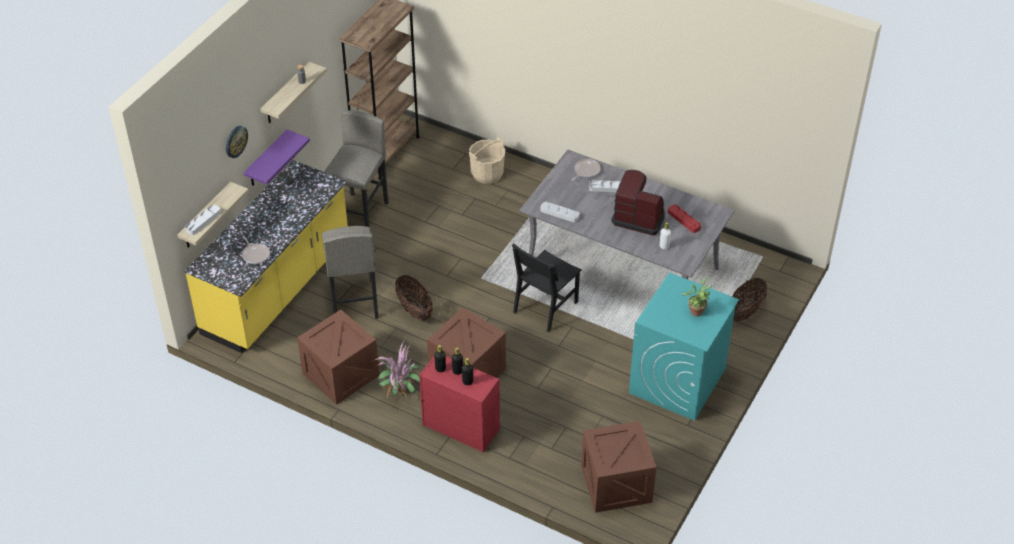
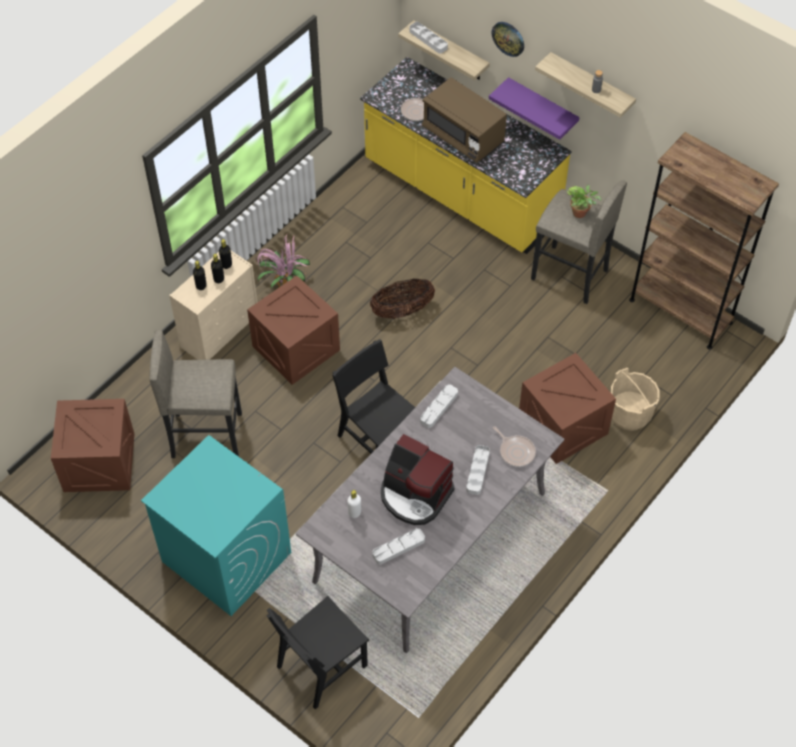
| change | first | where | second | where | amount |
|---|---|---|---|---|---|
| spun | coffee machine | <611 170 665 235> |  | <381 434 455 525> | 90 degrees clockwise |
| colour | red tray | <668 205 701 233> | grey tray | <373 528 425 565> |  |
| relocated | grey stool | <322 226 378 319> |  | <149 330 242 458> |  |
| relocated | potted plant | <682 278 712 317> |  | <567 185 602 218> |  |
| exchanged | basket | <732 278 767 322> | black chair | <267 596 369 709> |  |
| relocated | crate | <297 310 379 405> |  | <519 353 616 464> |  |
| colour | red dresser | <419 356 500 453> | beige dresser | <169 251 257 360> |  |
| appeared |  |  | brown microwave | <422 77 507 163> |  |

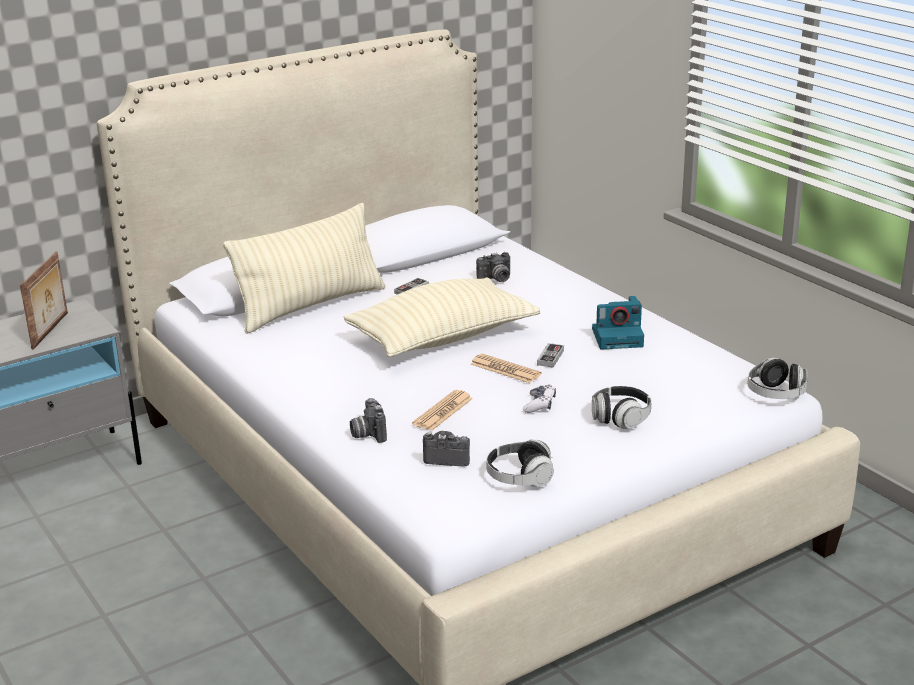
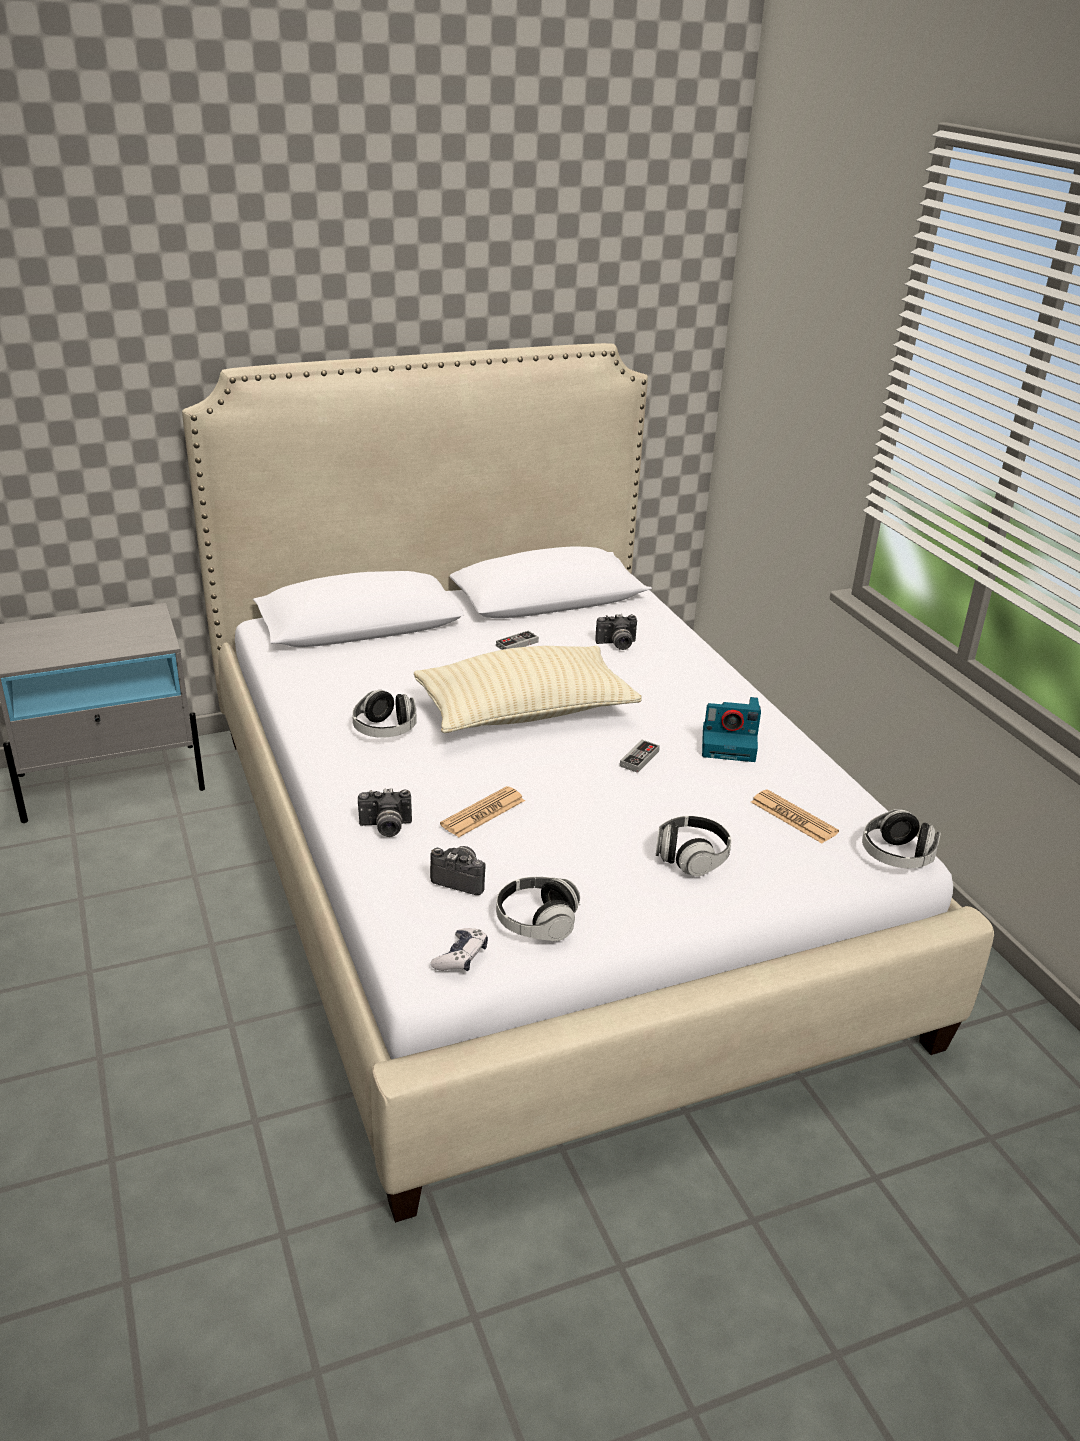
| change | first | where | second | where | amount |
|---|---|---|---|---|---|
| missing | beige pillow | <223 203 386 334> |  |  |  |
| missing | picture frame | <20 251 68 350> |  |  |  |
| relocated | newspaper | <471 354 541 383> |  | <751 789 839 843> |  |
| relocated | game controller | <523 384 556 413> |  | <430 928 488 971> |  |
| spun | photo camera | <350 398 387 443> |  | <358 788 412 837> | 90 degrees counterclockwise |
| appeared |  |  | headphones | <352 690 417 738> |  |

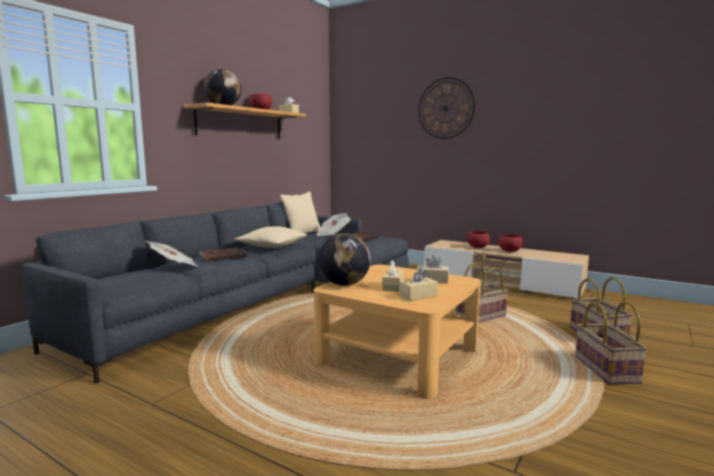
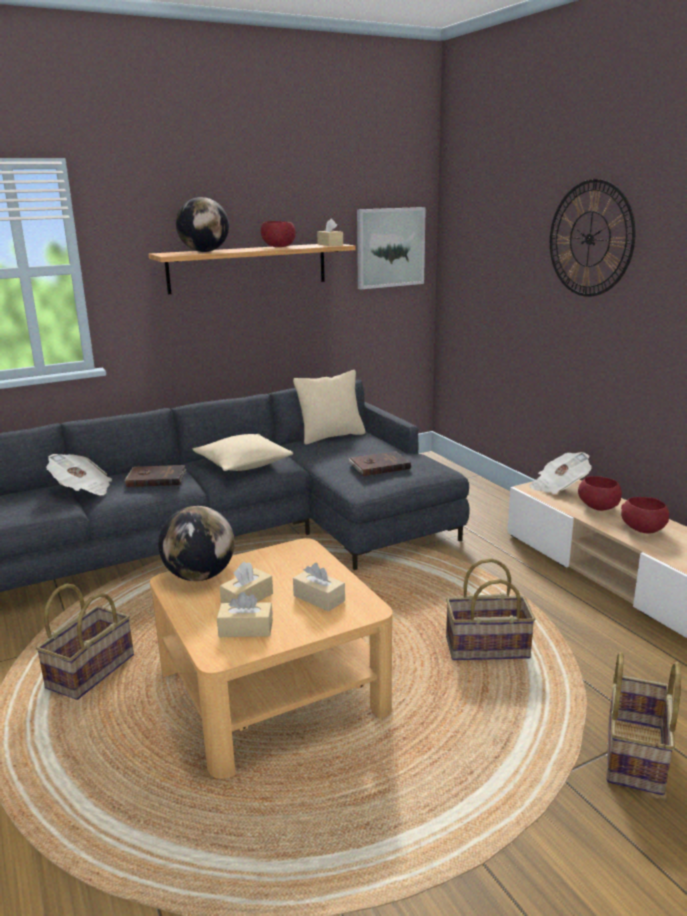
| change | first | where | second | where | amount |
|---|---|---|---|---|---|
| relocated | newspaper | <316 213 351 236> |  | <529 452 592 494> |  |
| relocated | basket | <575 301 647 385> |  | <36 584 134 700> |  |
| appeared |  |  | picture | <357 207 426 289> |  |

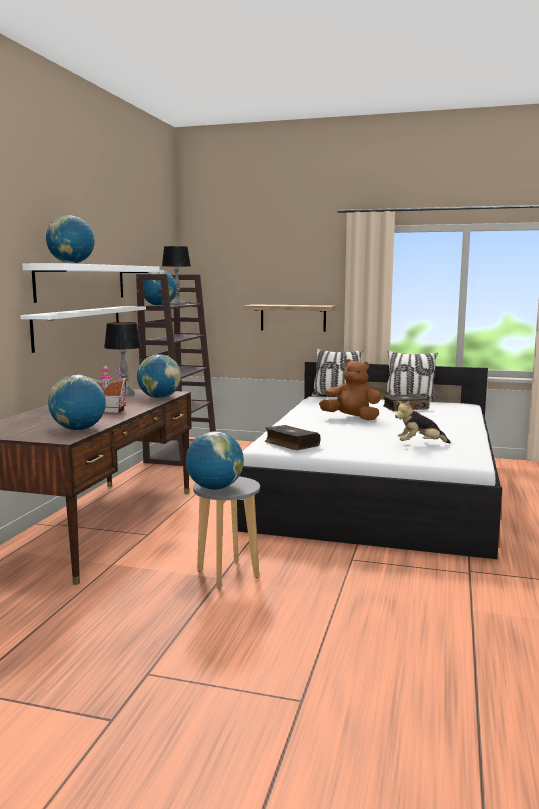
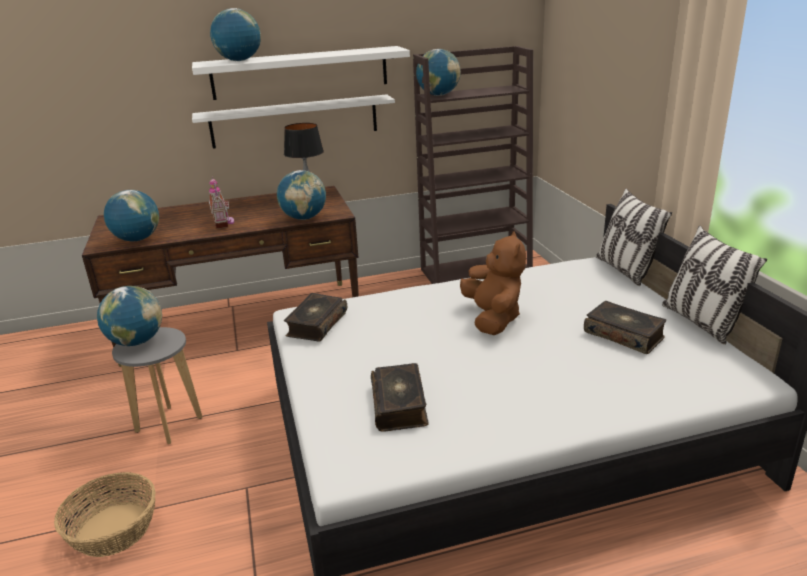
| change | first | where | second | where | amount |
|---|---|---|---|---|---|
| missing | table lamp | <162 246 191 305> |  |  |  |
| missing | shelf | <243 304 336 332> |  |  |  |
| exchanged | plush toy | <395 400 451 444> | book | <371 363 429 432> |  |
| appeared |  |  | basket | <54 472 156 557> |  |

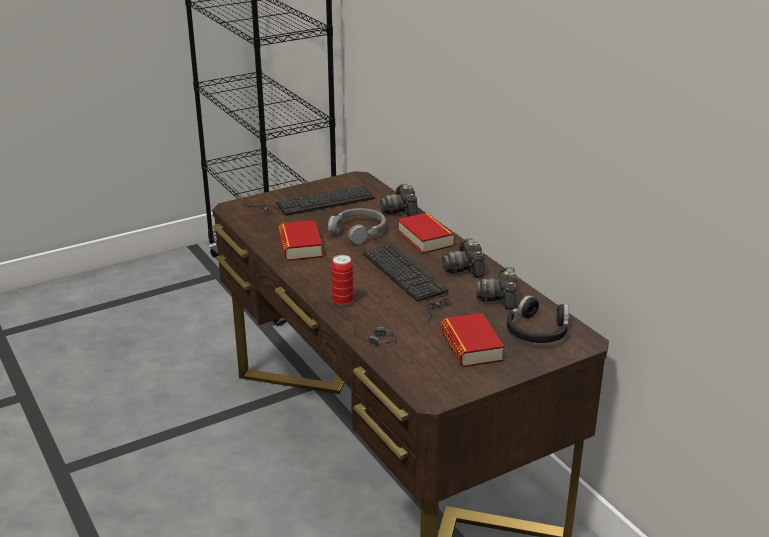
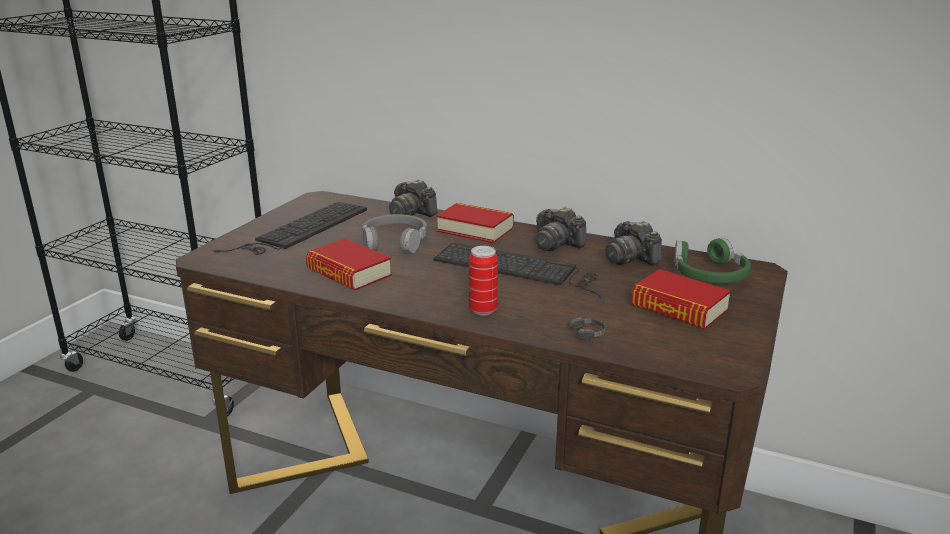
| change | first | where | second | where | amount |
|---|---|---|---|---|---|
| colour | black headphones | <507 295 569 343> | green headphones | <674 238 751 283> |  |

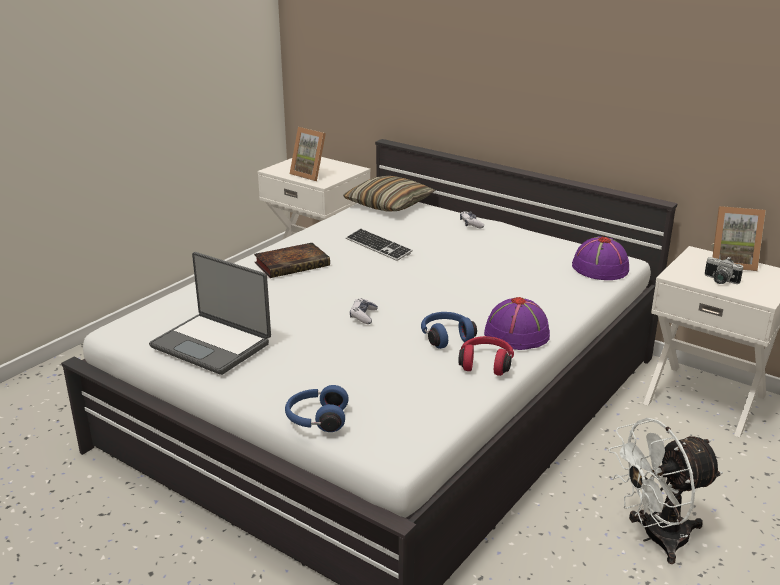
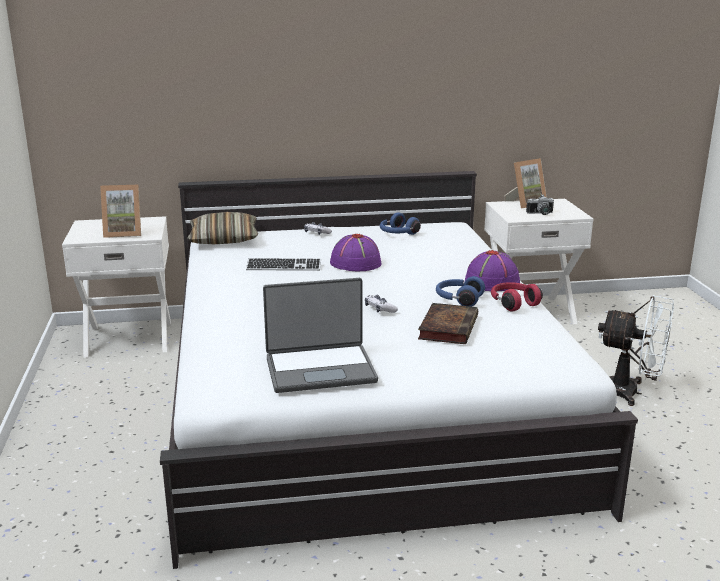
| change | first | where | second | where | amount |
|---|---|---|---|---|---|
| relocated | purple hat | <572 236 629 280> |  | <330 234 382 271> |  |
| relocated | book | <254 243 330 278> |  | <418 303 478 344> |  |
| relocated | blue headphones | <285 385 349 432> |  | <380 212 421 235> |  |
| spun | white fan | <609 418 723 564> |  | <598 295 674 406> | 90 degrees counterclockwise |

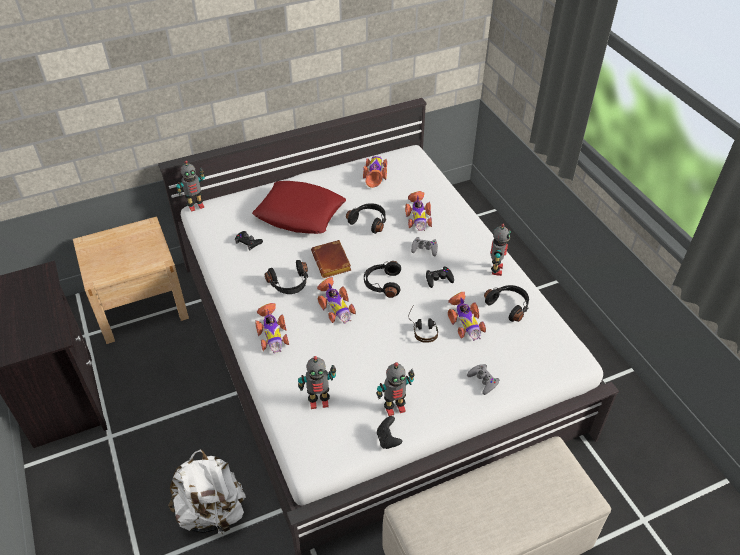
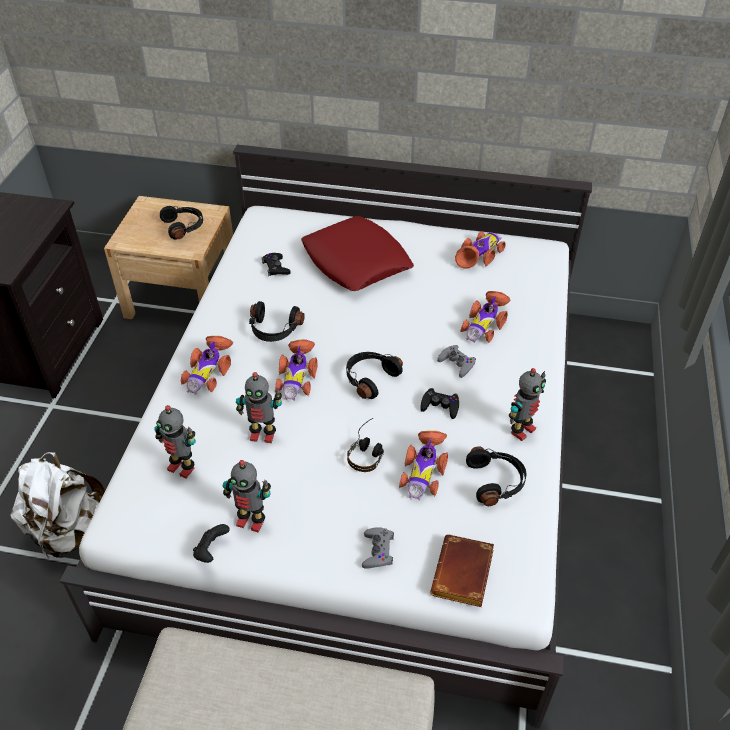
| change | first | where | second | where | amount |
|---|---|---|---|---|---|
| relocated | toy robot | <176 160 205 212> |  | <236 372 282 443> |  |
| relocated | black headphones | <346 203 386 234> |  | <160 206 203 240> |  |
| relocated | brown book | <311 240 351 278> |  | <430 534 494 607> |  |

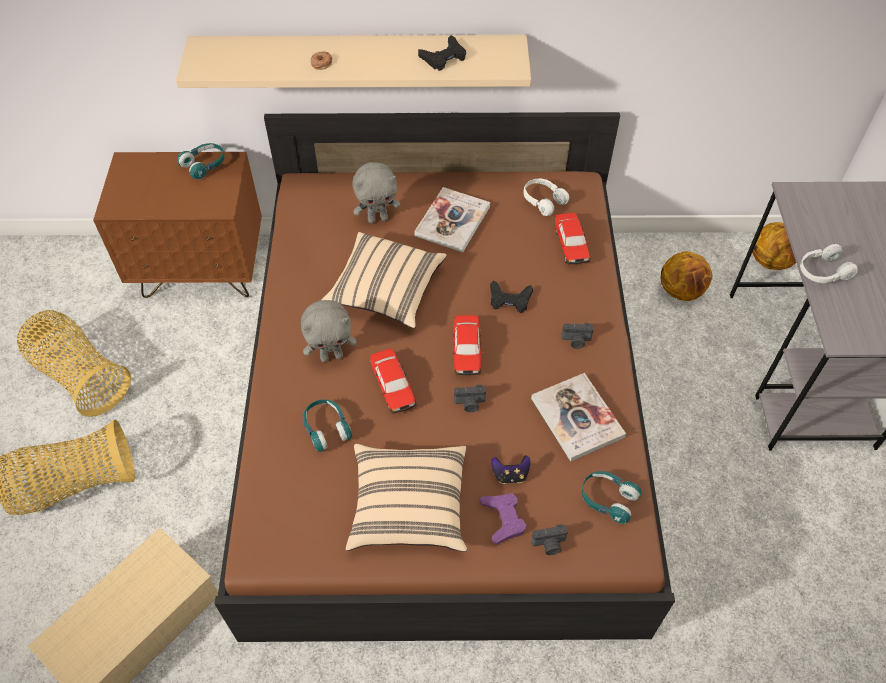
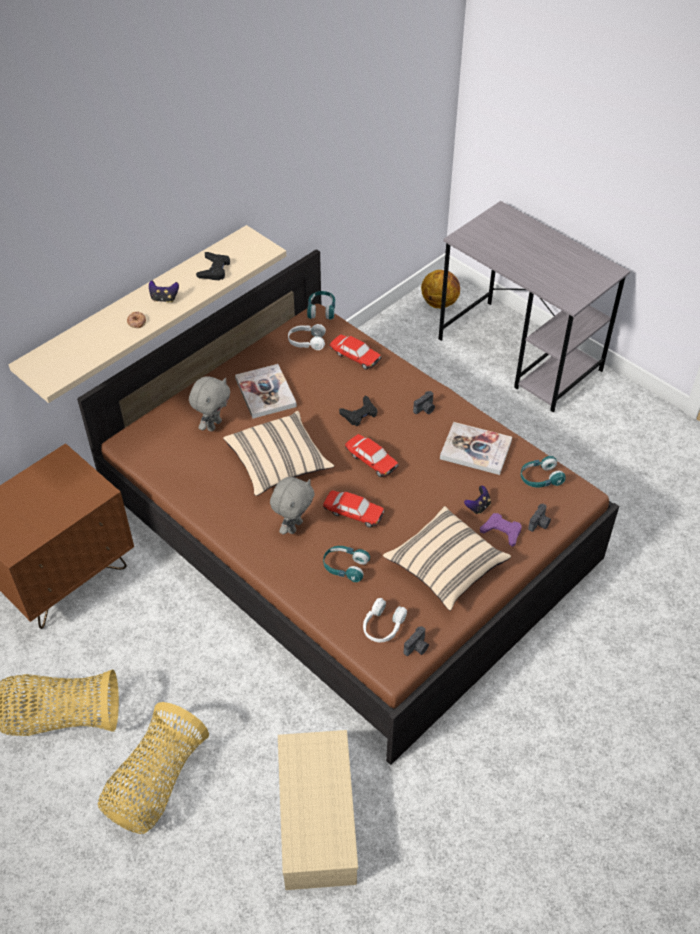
| change | first | where | second | where | amount |
|---|---|---|---|---|---|
| relocated | turquoise headphones | <177 143 225 179> |  | <307 291 335 320> |  |
| relocated | white headphones | <800 244 858 283> |  | <363 598 407 642> |  |
| missing | basketball | <661 251 712 301> |  |  |  |
| relocated | photo camera | <454 385 486 412> |  | <404 626 429 656> |  |
| appeared |  |  | game controller | <149 281 179 303> |  |

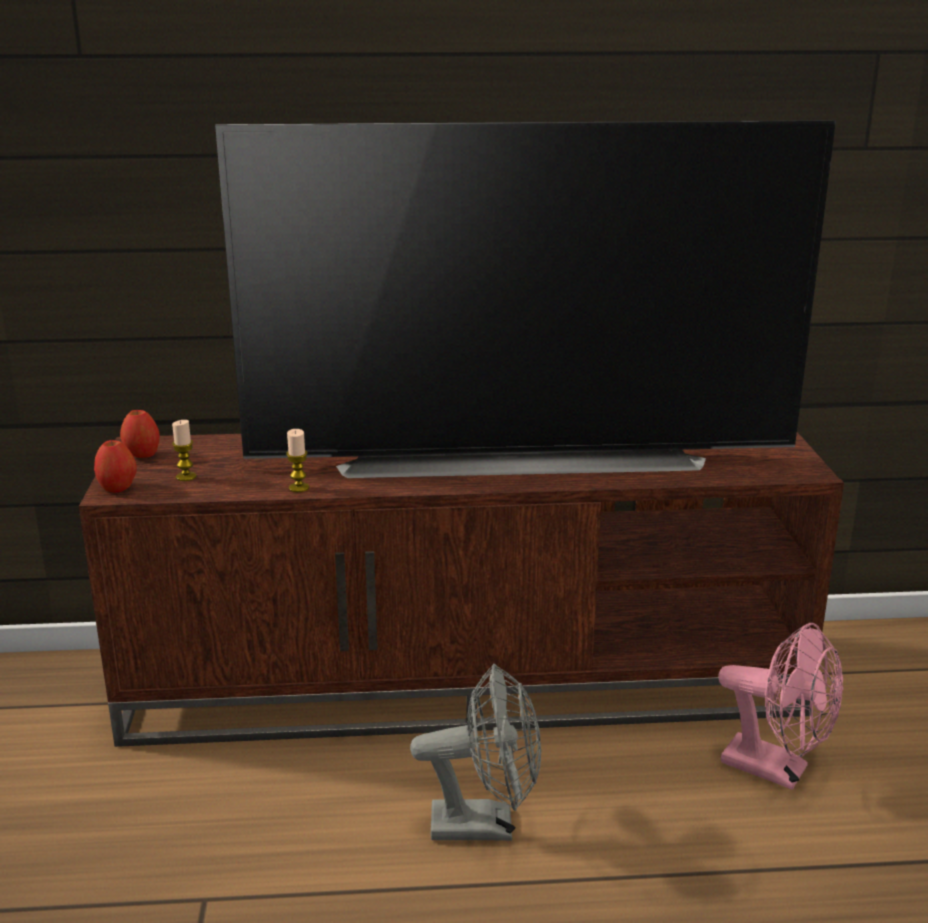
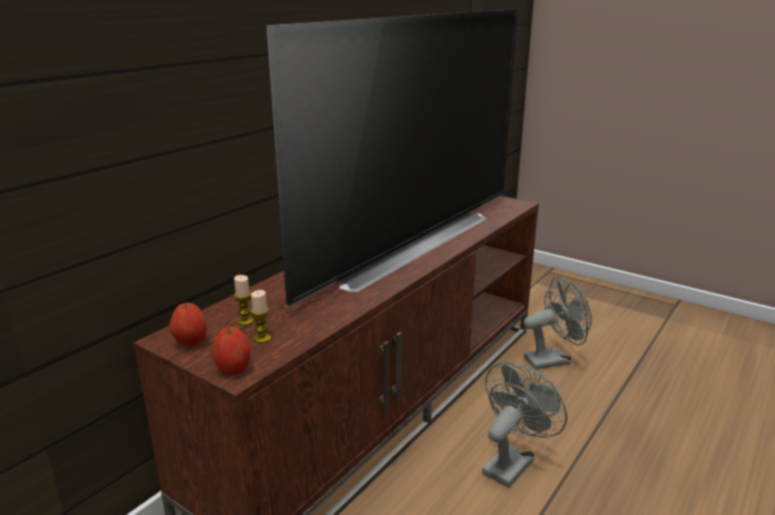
| change | first | where | second | where | amount |
|---|---|---|---|---|---|
| relocated | candle | <286 429 309 492> |  | <234 275 254 326> |  |
| colour | pink fan | <718 623 843 790> | grey fan | <524 277 592 370> |  |

